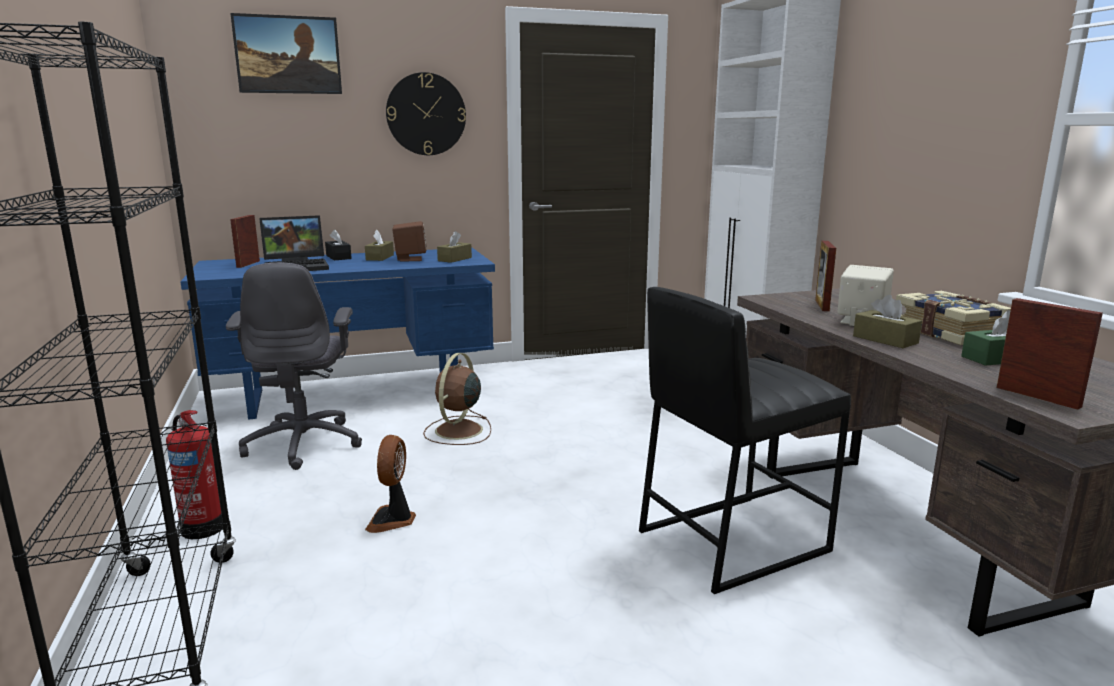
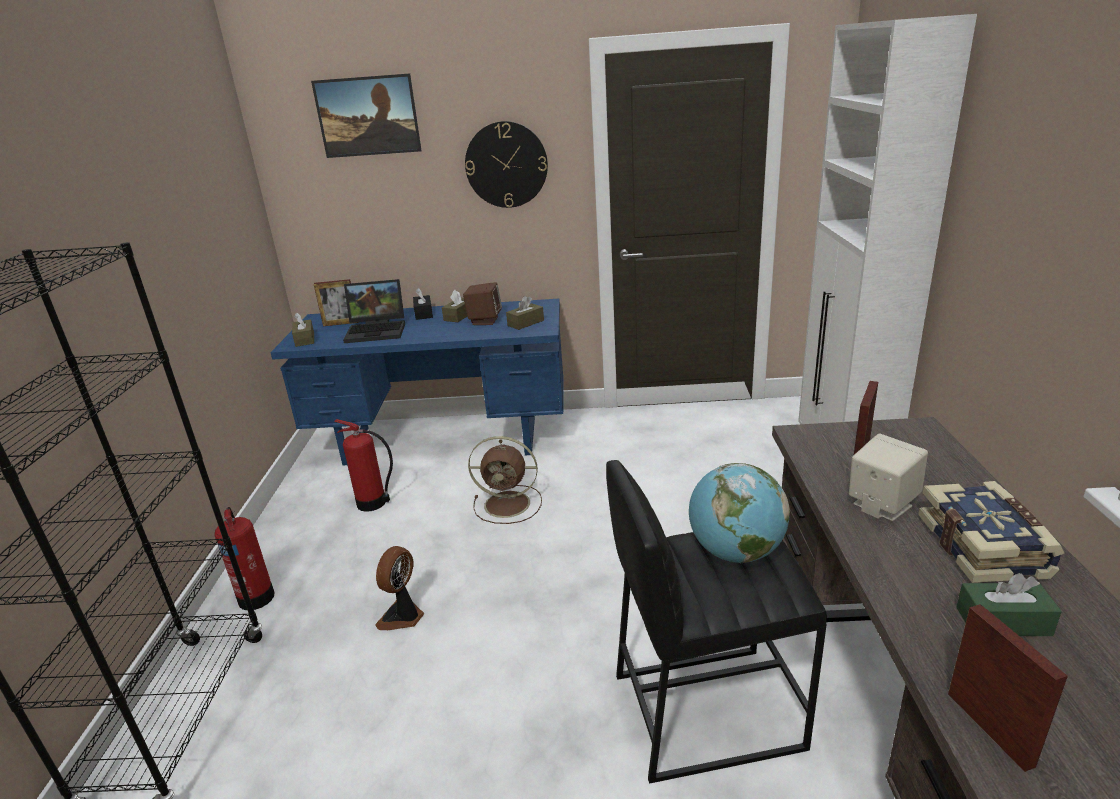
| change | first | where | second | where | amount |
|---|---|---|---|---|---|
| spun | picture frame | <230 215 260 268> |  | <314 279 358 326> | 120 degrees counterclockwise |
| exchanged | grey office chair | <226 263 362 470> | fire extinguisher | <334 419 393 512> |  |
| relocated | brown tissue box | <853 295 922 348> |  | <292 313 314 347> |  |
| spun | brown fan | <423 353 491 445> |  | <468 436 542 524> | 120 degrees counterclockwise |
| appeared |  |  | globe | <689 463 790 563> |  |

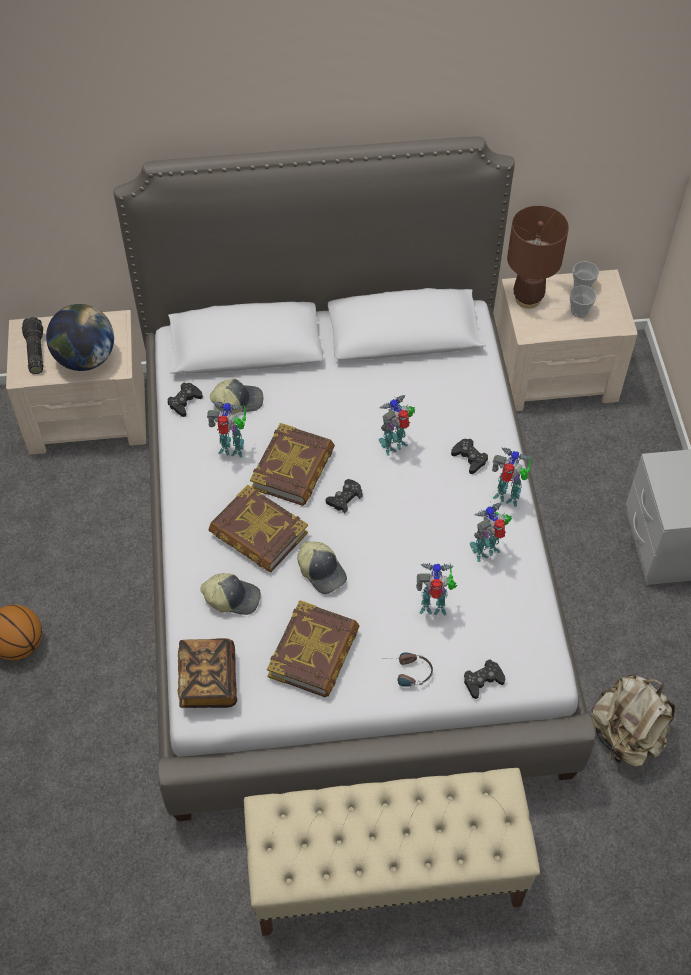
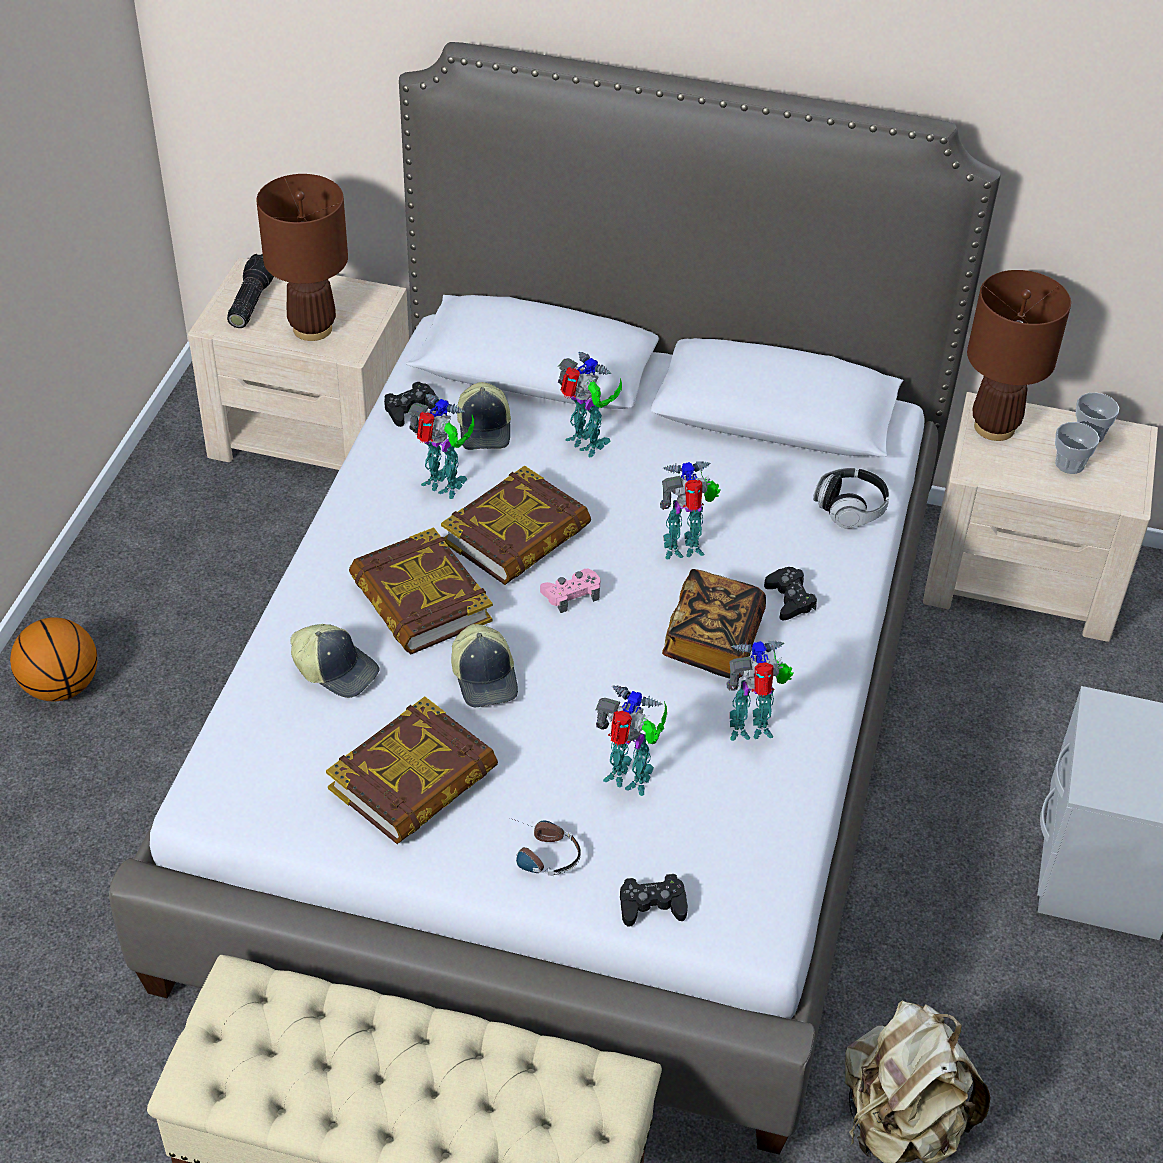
| change | first | where | second | where | amount |
|---|---|---|---|---|---|
| exchanged | globe | <46 304 114 371> | brown table lamp | <256 174 348 341> |  |
| spun | cap | <210 379 263 414> |  | <457 382 511 450> | 75 degrees clockwise |
| relocated | toy robot | <492 448 532 507> |  | <558 352 622 457> |  |
| colour | black game controller | <326 479 363 514> | pink game controller | <540 568 600 613> |  |
| relocated | book | <177 638 237 708> |  | <662 569 766 678> |  |
| appeared |  |  | headphones | <813 468 890 529> |  |

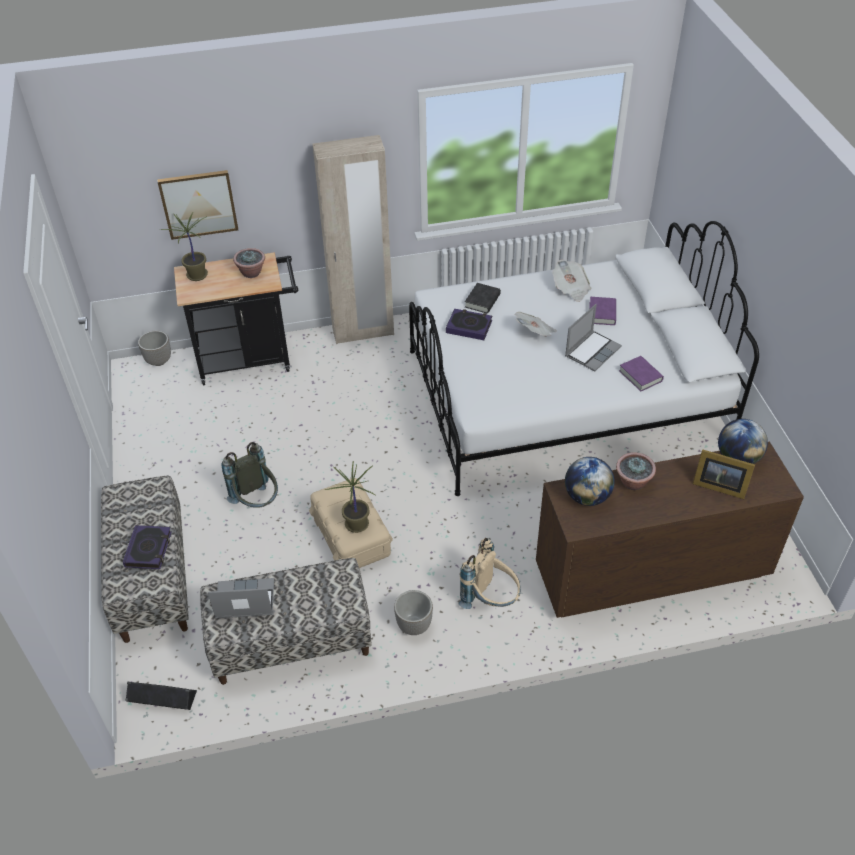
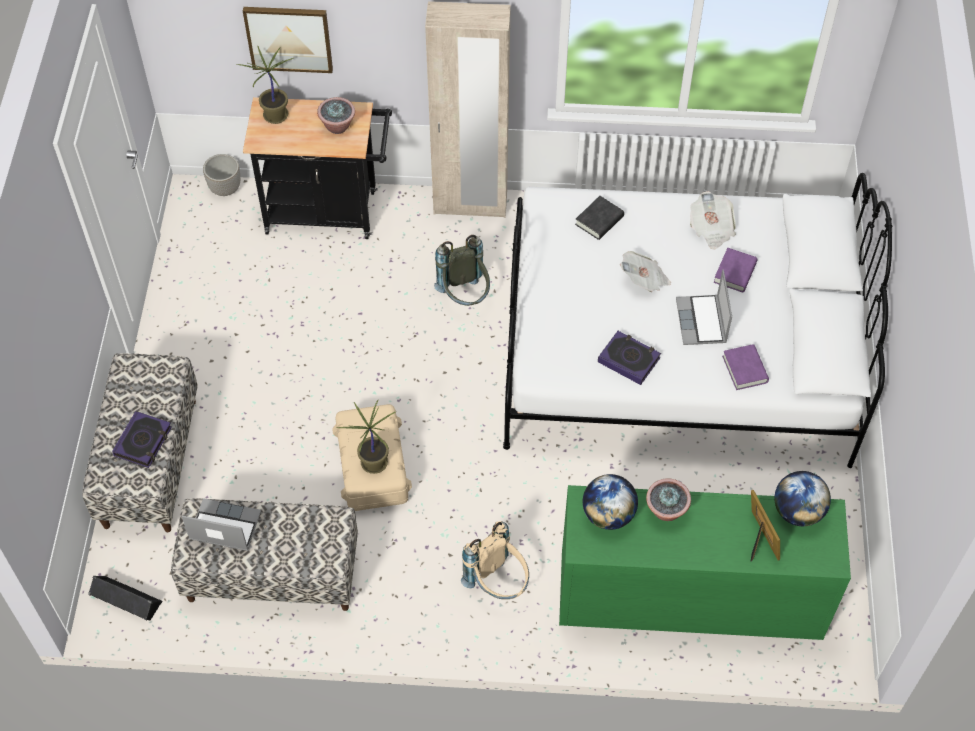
| change | first | where | second | where | amount |
|---|---|---|---|---|---|
| spun | laptop | <565 304 622 371> |  | <676 270 732 345> | 120 degrees clockwise |
| relocated | book | <446 309 492 340> |  | <598 331 661 385> |  |
| relocated | grey backpack | <221 442 278 508> |  | <434 235 490 306> |  |
| colour | brown dresser | <536 442 804 618> | green dresser | <559 485 851 640> |  |
| spun | picture frame | <693 449 755 499> |  | <751 490 780 561> | 150 degrees counterclockwise |
| missing | planter | <394 590 433 635> |  |  |  |

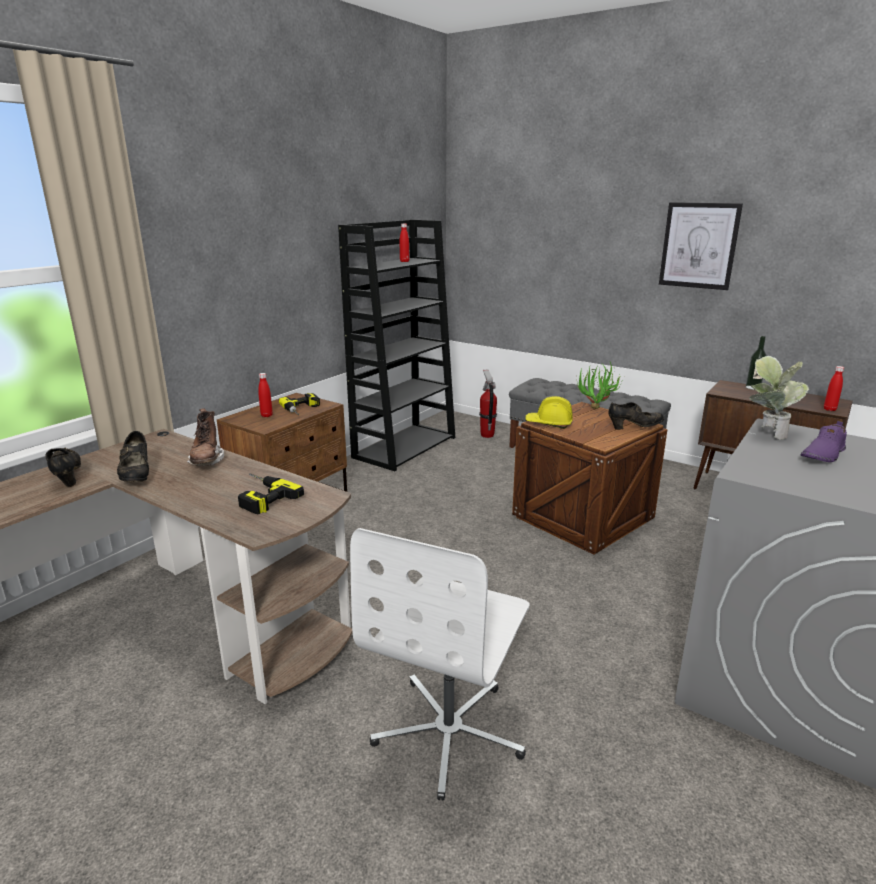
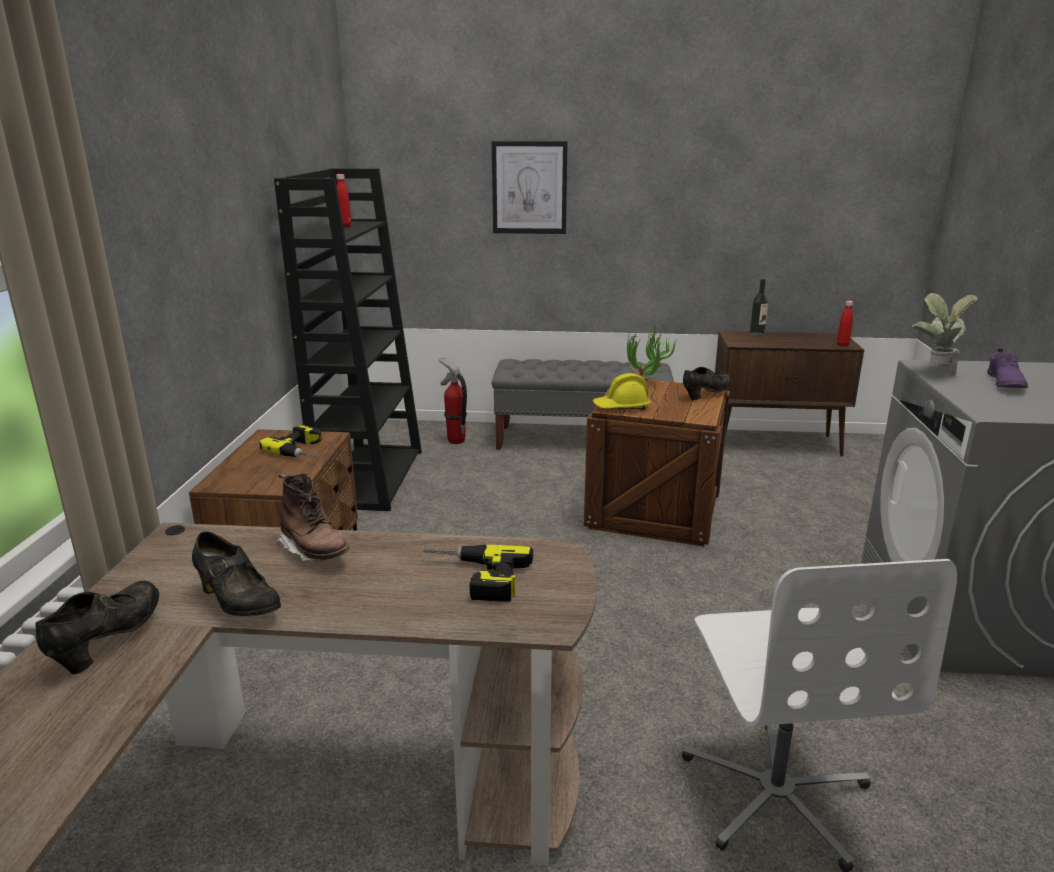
| change | first | where | second | where | amount |
|---|---|---|---|---|---|
| relocated | picture | <659 202 743 290> |  | <492 141 568 234> |  |
| missing | red bottle | <258 373 273 417> |  |  |  |
| spun | black shoe | <45 448 81 487> |  | <35 581 159 674> | 75 degrees clockwise |

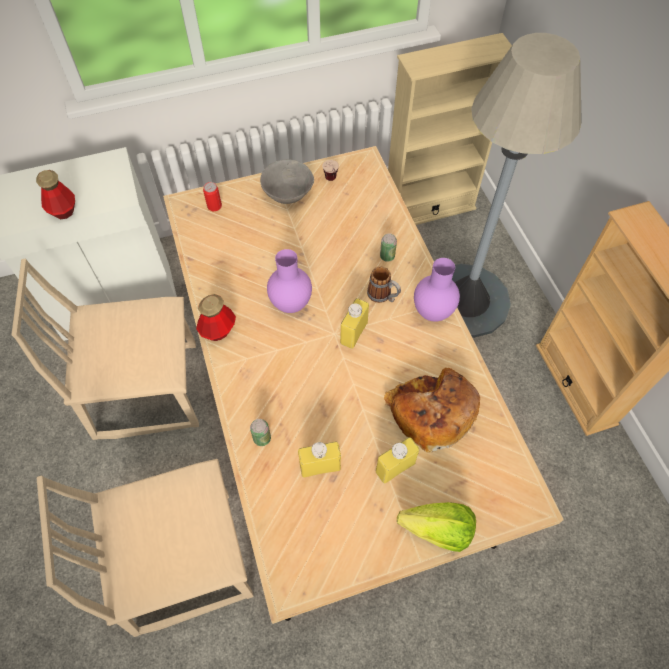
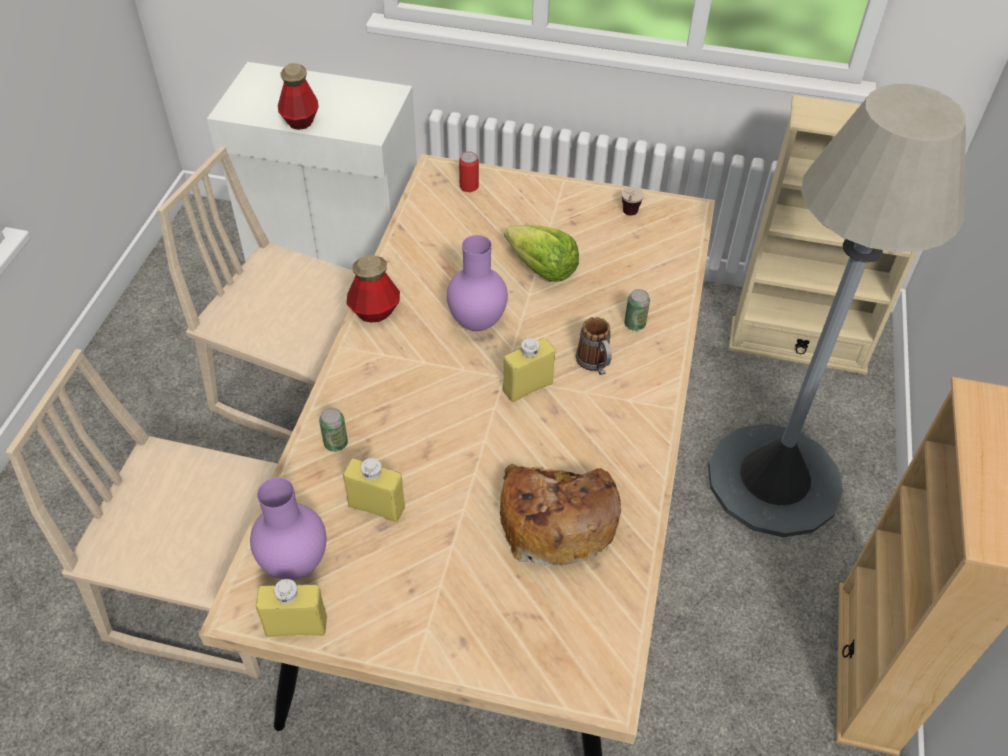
| change | first | where | second | where | amount |
|---|---|---|---|---|---|
| missing | grey bowl | <260 159 314 204> |  |  |  |
| relocated | purple vase | <414 258 460 322> |  | <250 477 326 580> |  |
| relocated | yellow bottle | <376 437 419 484> |  | <256 579 327 637> |  |
| relocated | lettuce | <397 502 476 552> |  | <504 225 579 282> |  |

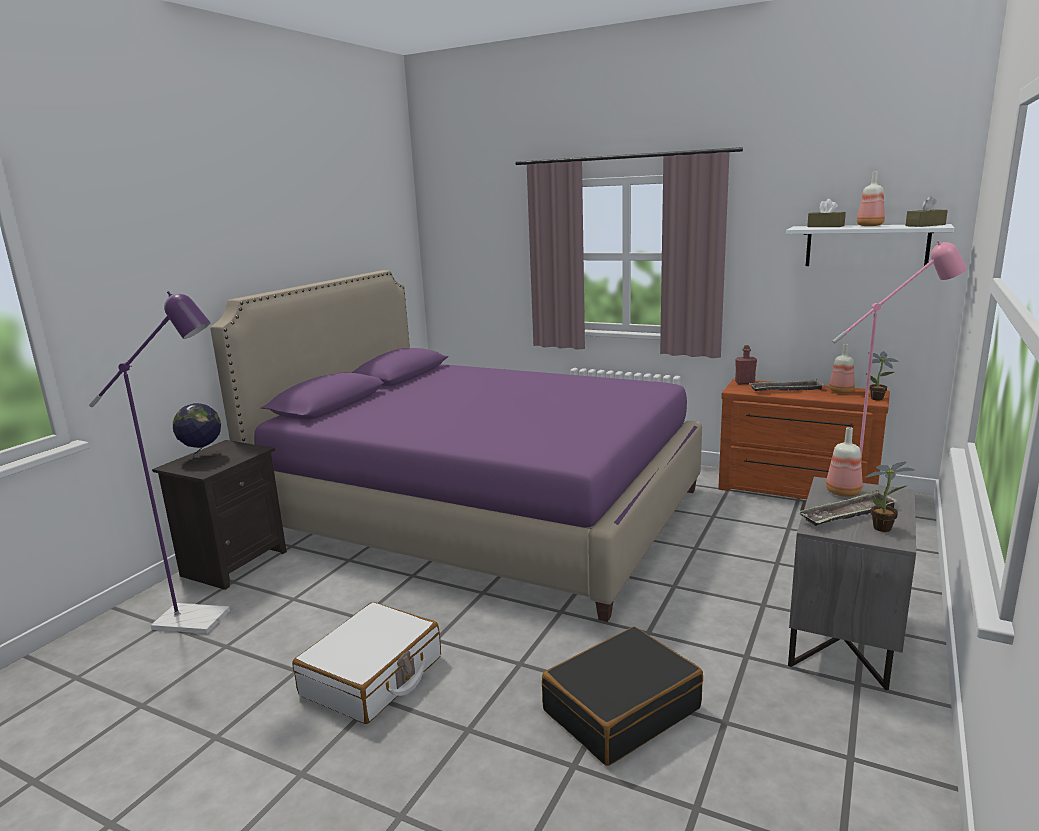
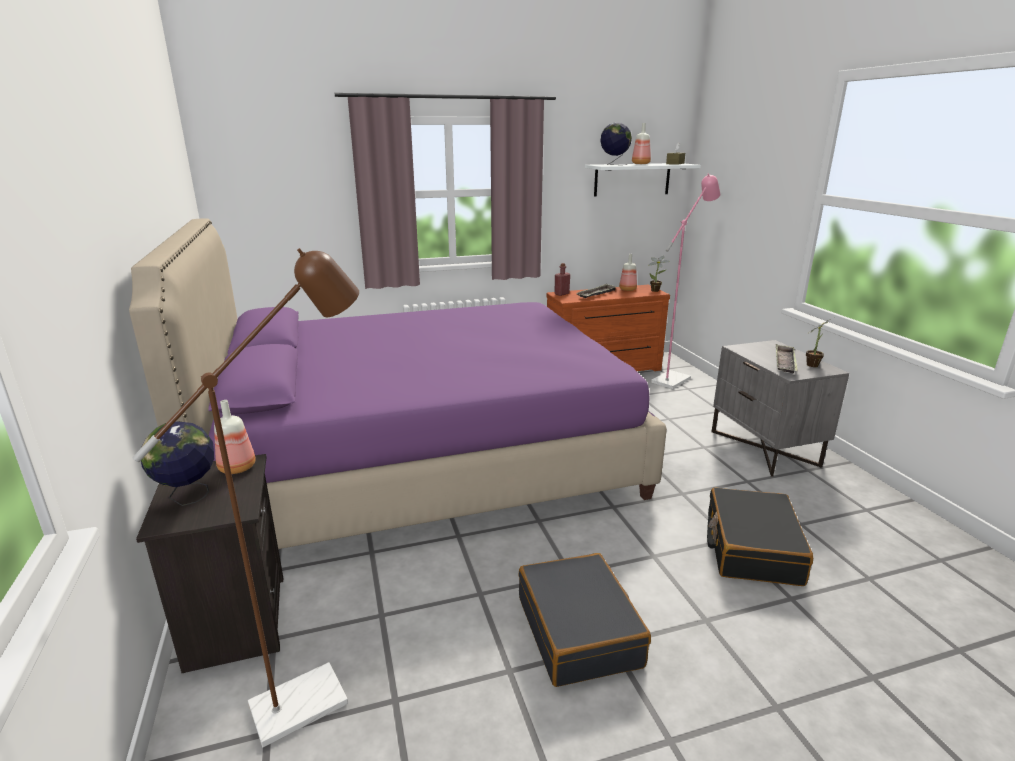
| change | first | where | second | where | amount |
|---|---|---|---|---|---|
| exchanged | brown tissue box | <807 199 846 227> | globe | <600 122 632 165> |  |
| colour | purple floor lamp | <89 291 230 634> | brown floor lamp | <132 248 359 747> |  |
| relocated | bottle | <826 427 862 497> |  | <214 400 256 474> |  |
| colour | white suitcase | <292 602 441 724> | black suitcase | <518 553 651 687> |  |

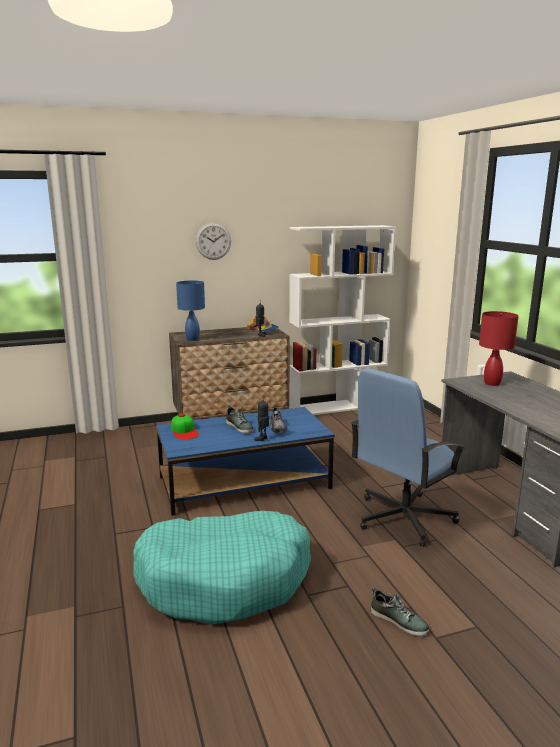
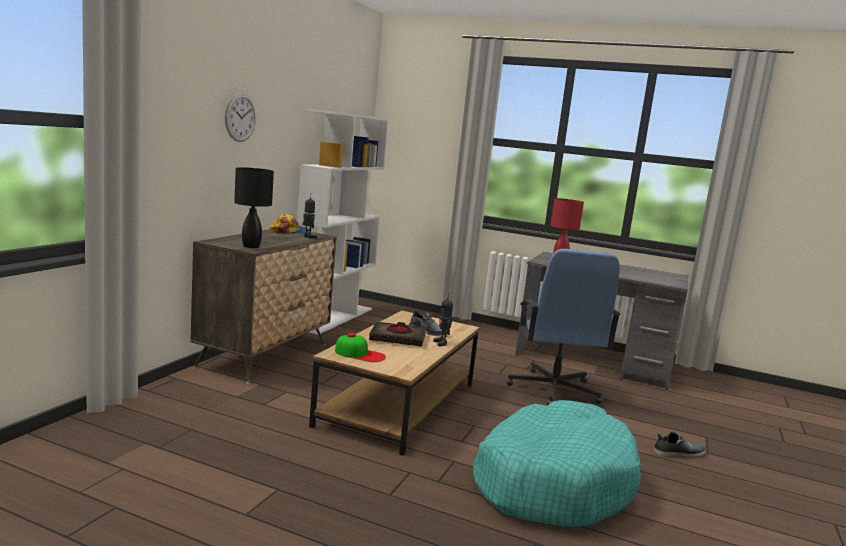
| change | first | where | second | where | amount |
|---|---|---|---|---|---|
| colour | blue table lamp | <176 281 205 341> | black table lamp | <234 167 274 248> |  |
| exchanged | shoe | <226 405 254 433> | black book | <369 322 426 347> |  |
| colour | blue coffee table | <156 407 335 516> | brown coffee table | <309 310 480 456> |  |

